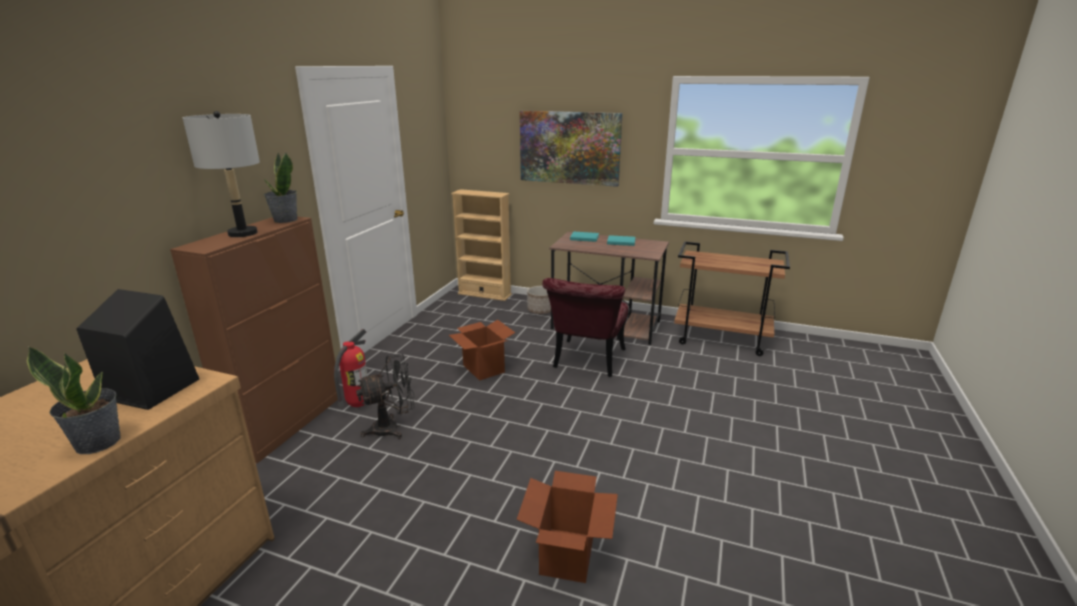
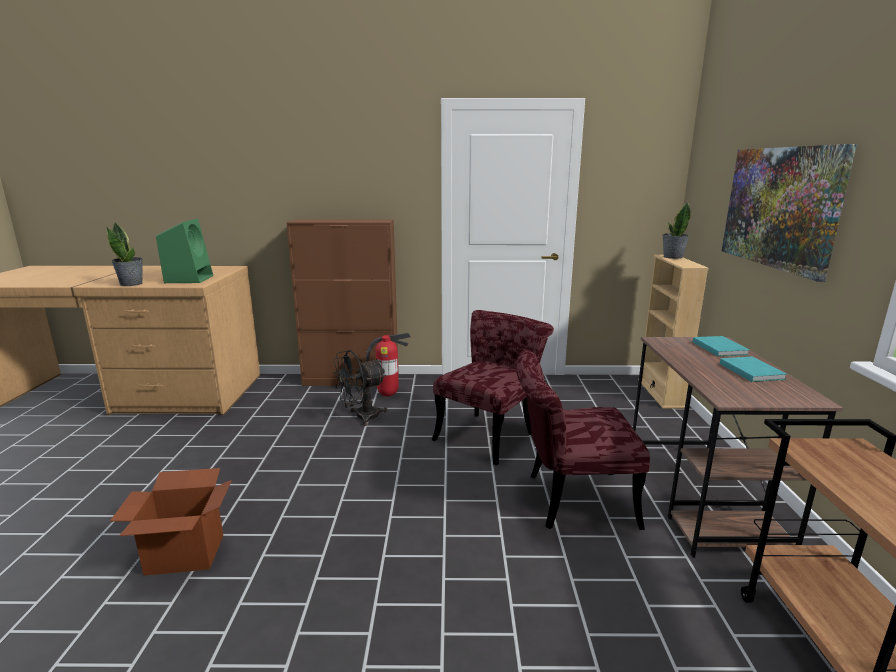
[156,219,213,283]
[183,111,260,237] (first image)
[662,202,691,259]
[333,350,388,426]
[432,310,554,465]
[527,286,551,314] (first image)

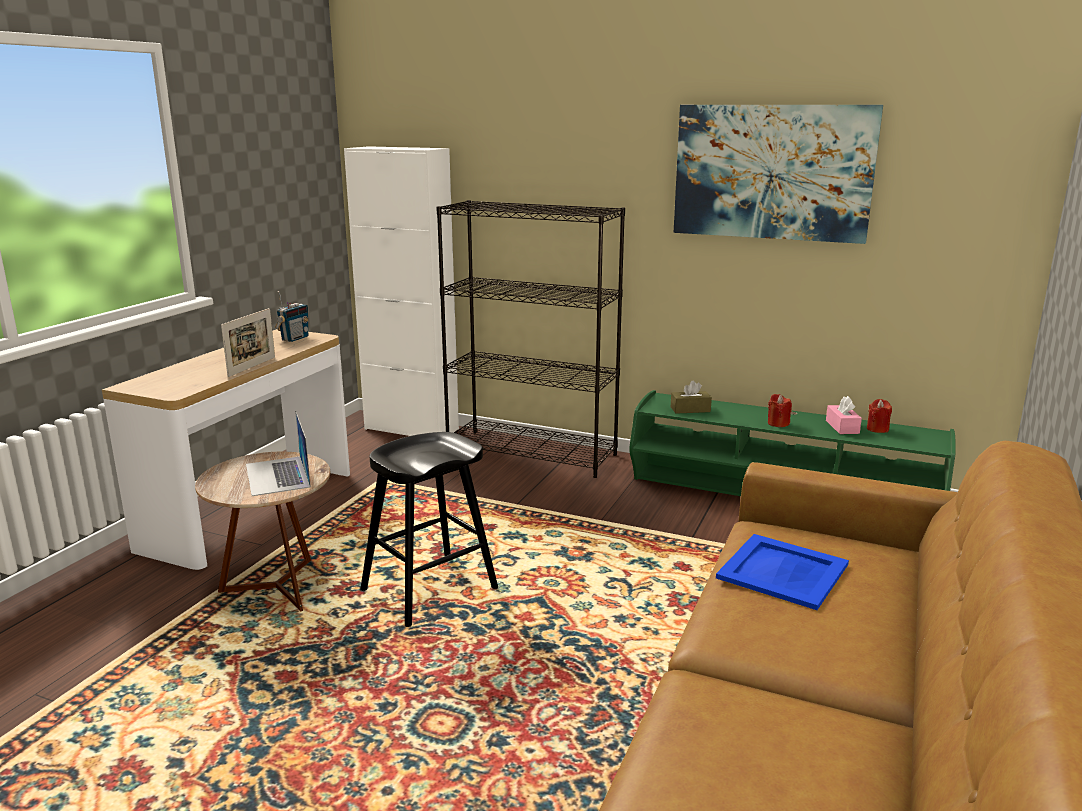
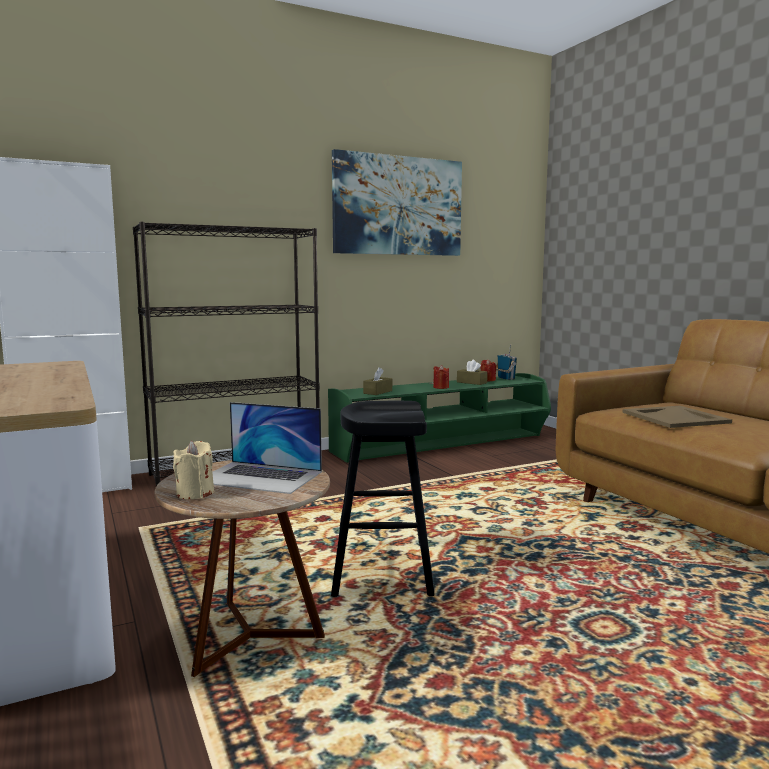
[221,308,275,377] (first image)
[496,344,517,380]
[622,406,732,428]
[457,360,488,385]
[173,441,214,499]

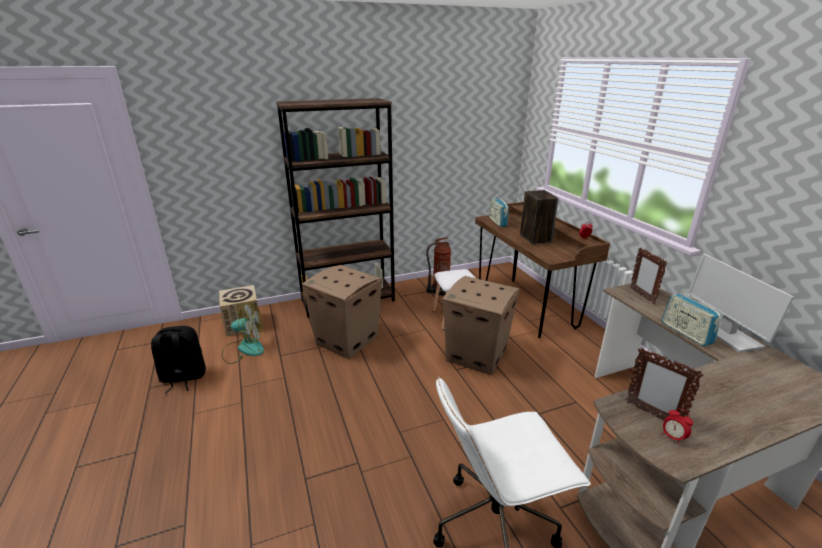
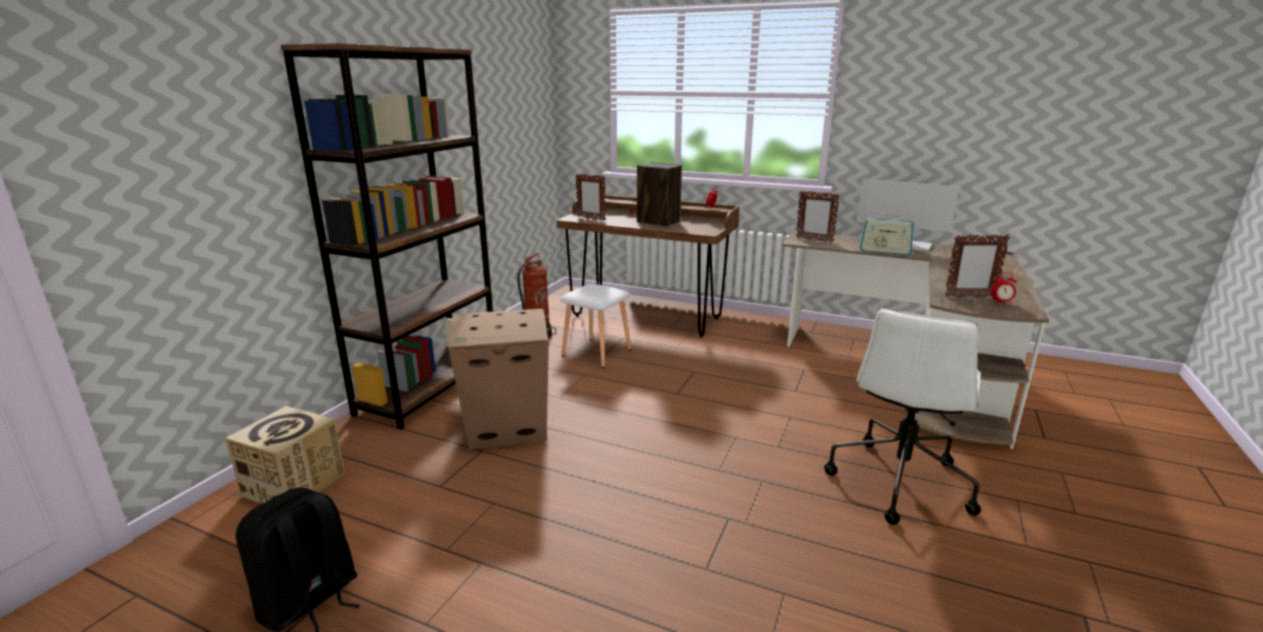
[222,302,264,364] (first image)
[442,276,520,375] (first image)
[575,173,606,221]

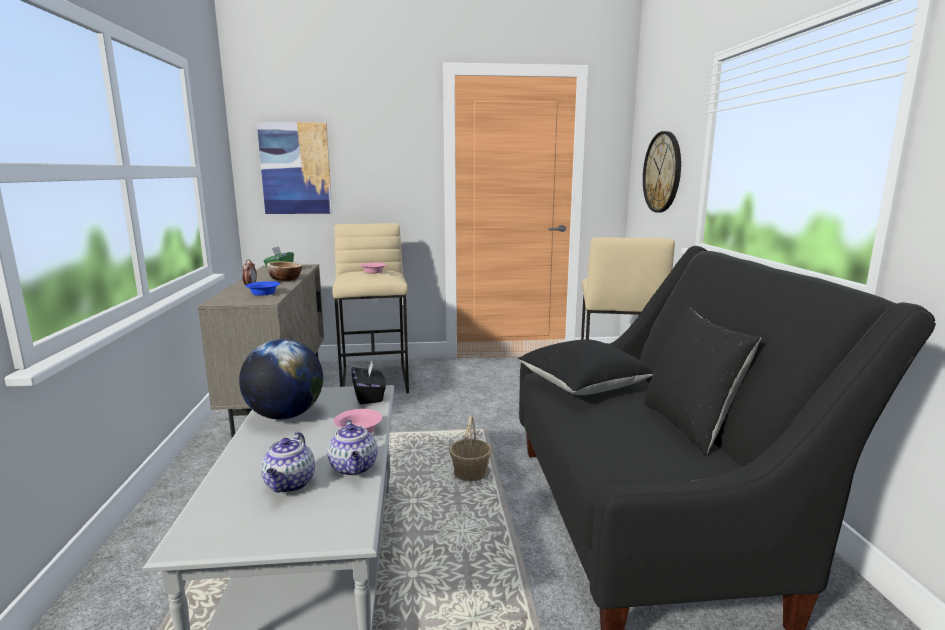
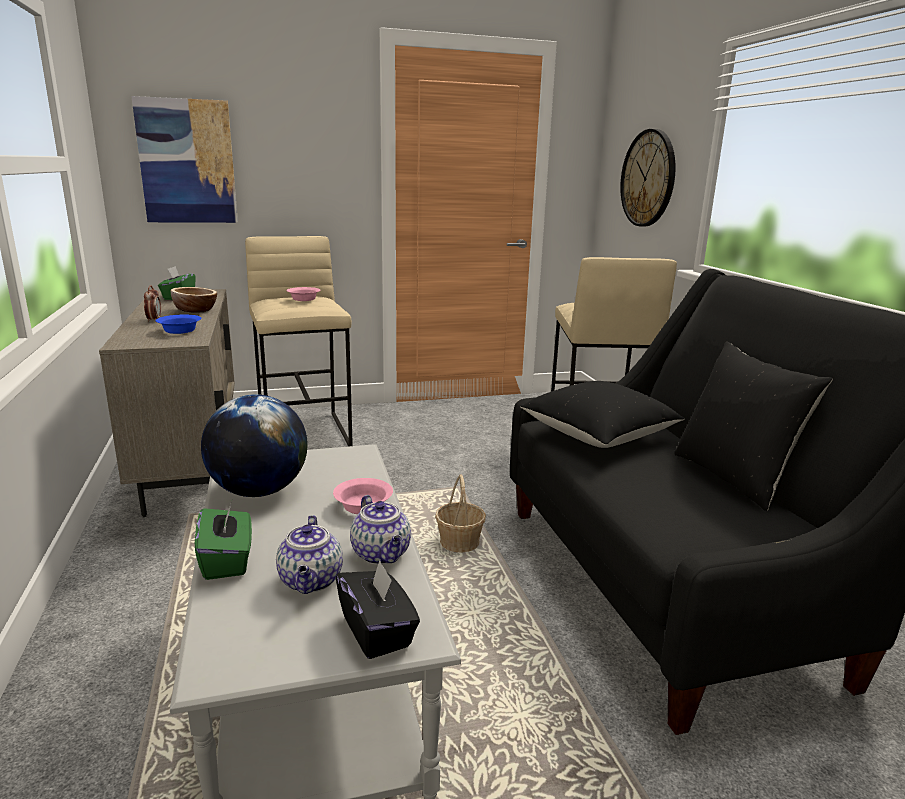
[336,560,420,659]
[195,501,252,580]

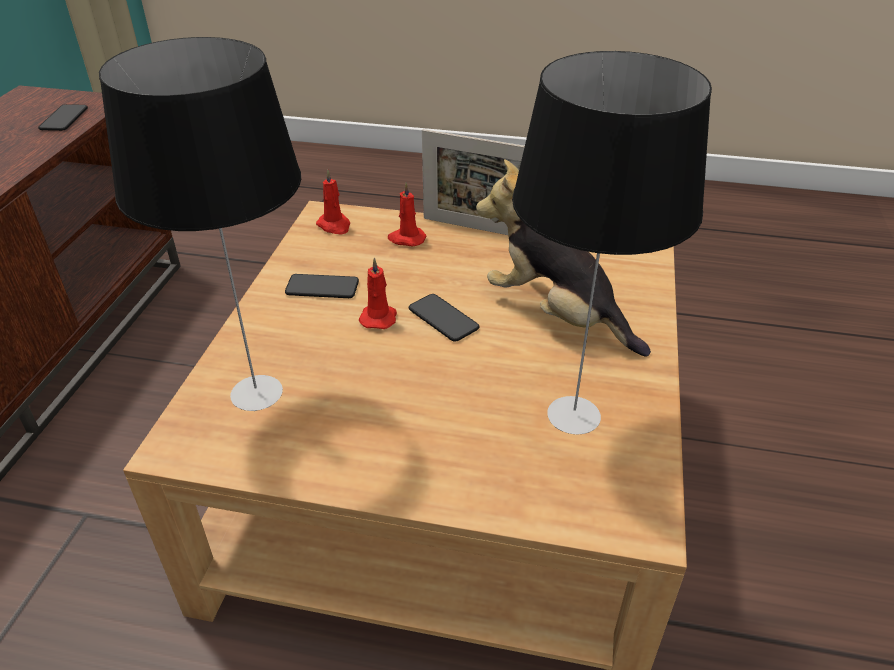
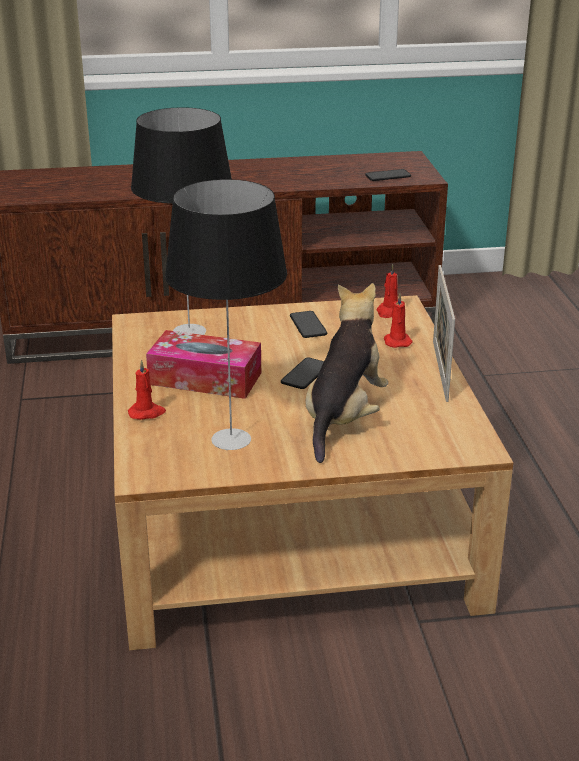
[128,360,166,420]
[146,330,261,399]

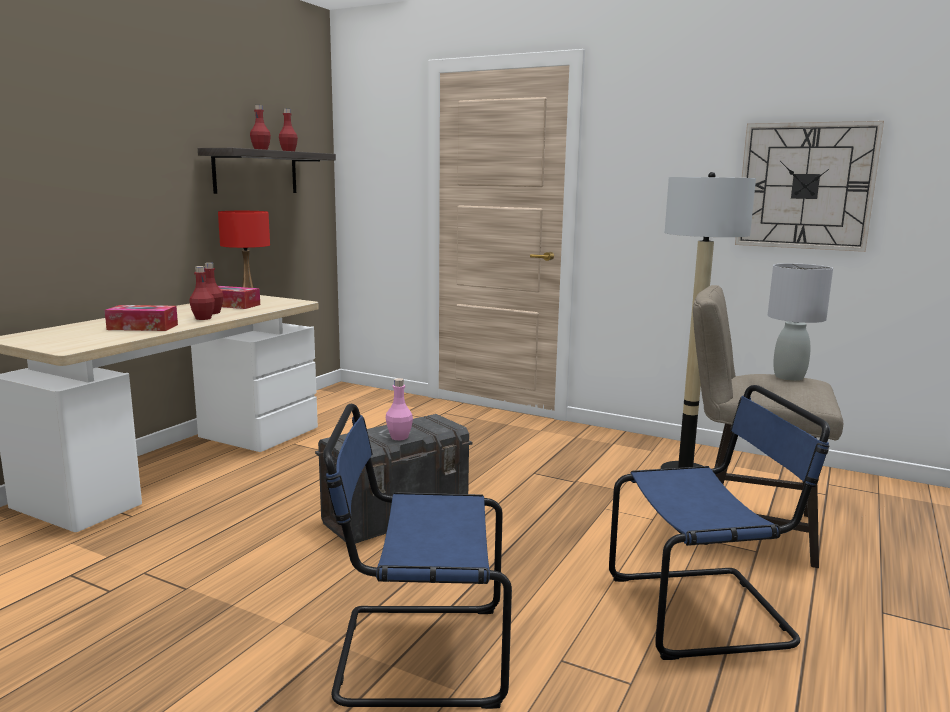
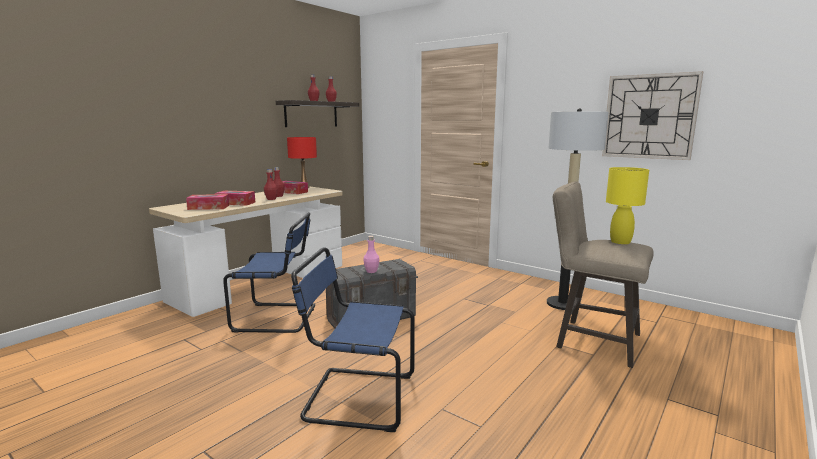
[223,212,315,333]
[606,167,649,244]
[186,194,229,210]

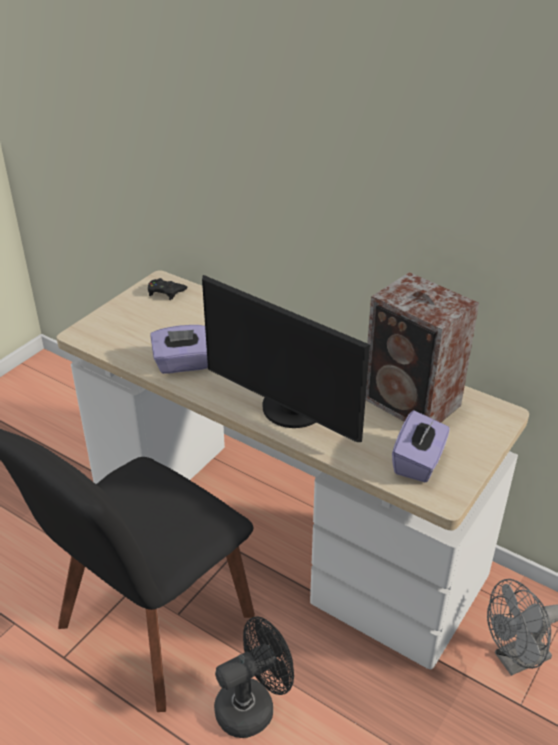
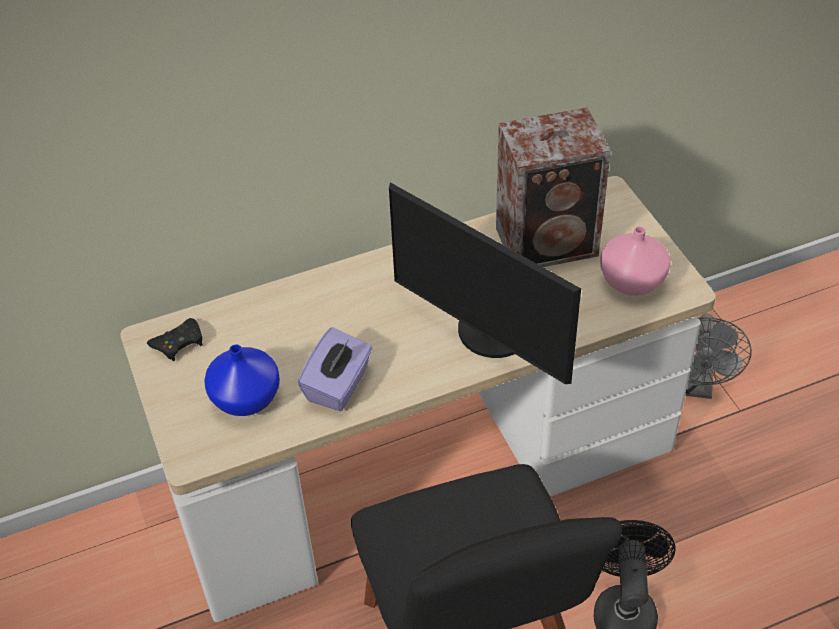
[389,182,581,384]
[600,226,671,296]
[204,344,280,416]

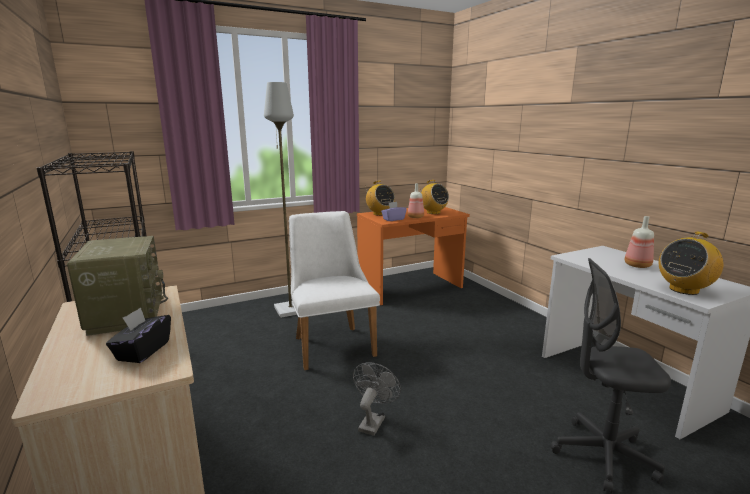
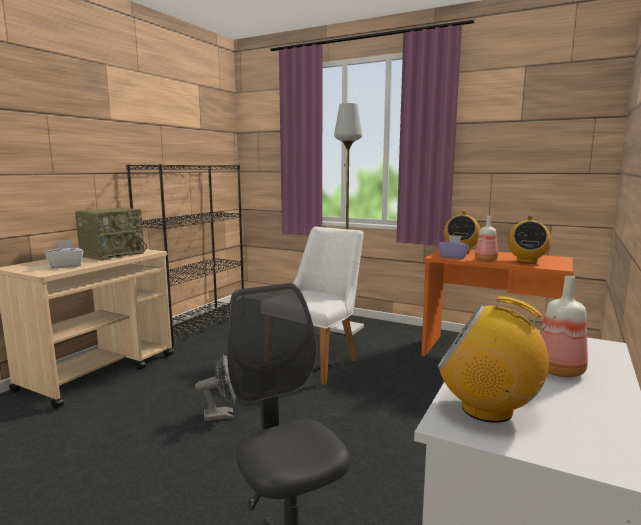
[45,240,84,268]

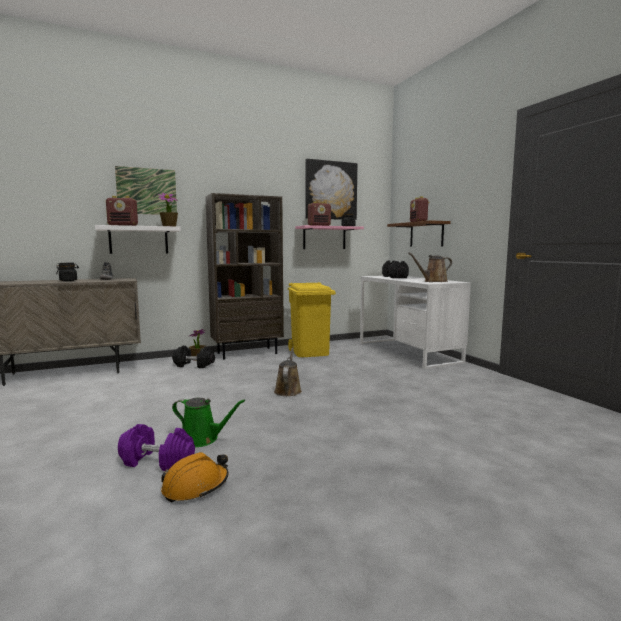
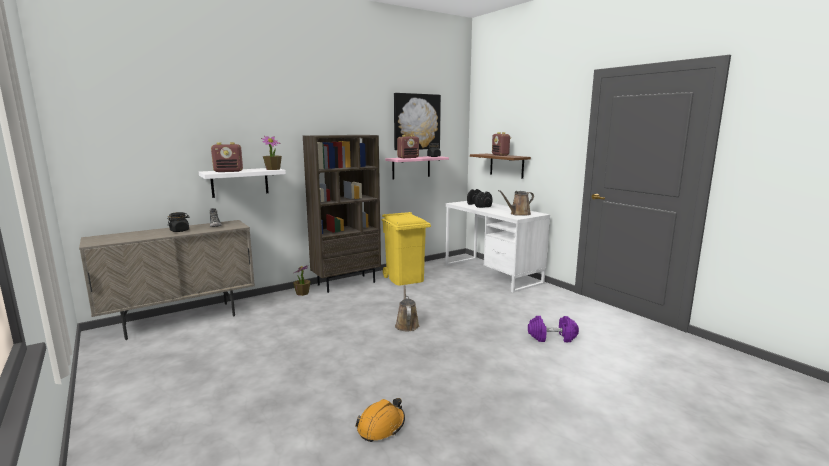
[115,166,177,215] (first image)
[528,316,579,342]
[172,346,215,368] (first image)
[172,398,245,447] (first image)

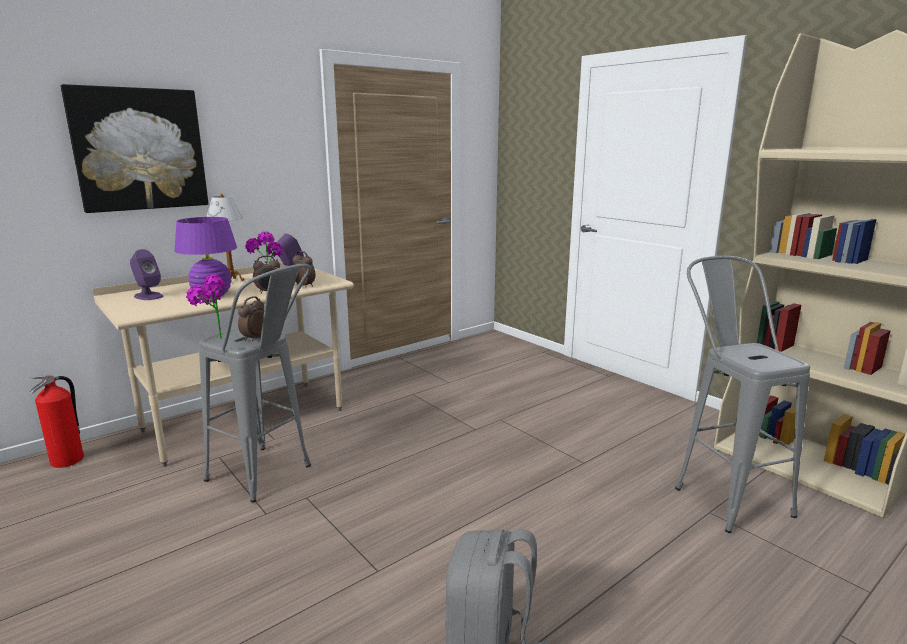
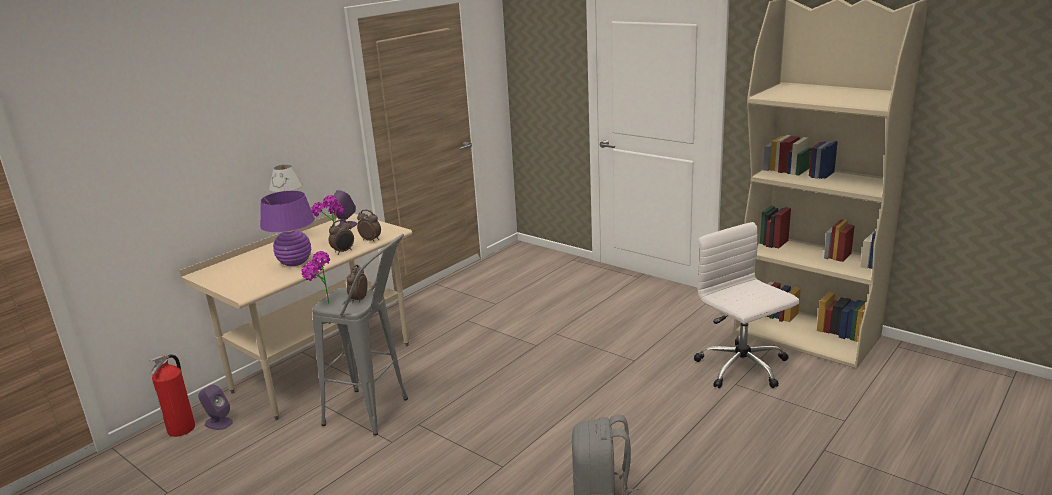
[60,84,208,213] (first image)
[198,385,233,430]
[694,222,799,388]

